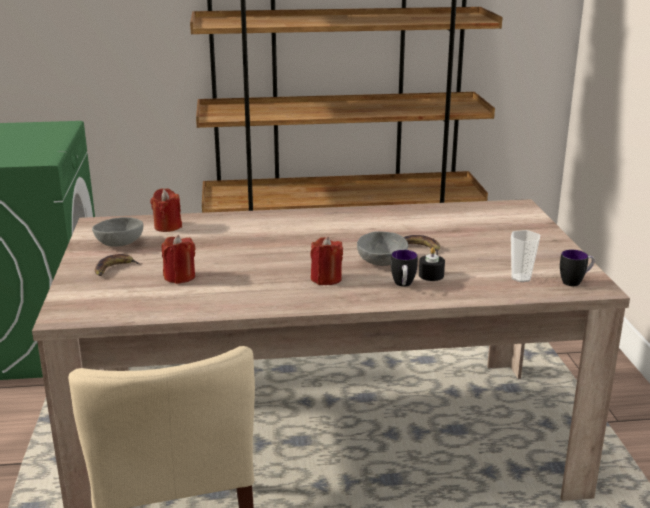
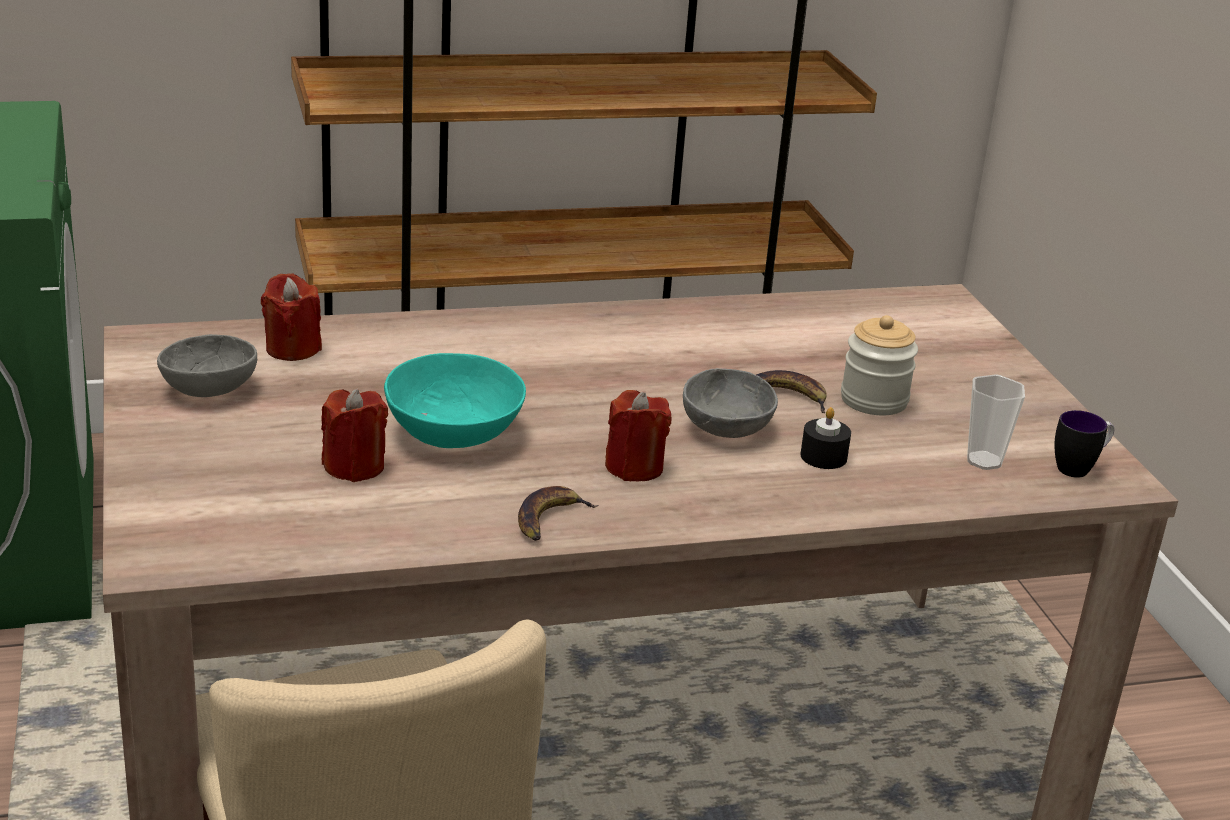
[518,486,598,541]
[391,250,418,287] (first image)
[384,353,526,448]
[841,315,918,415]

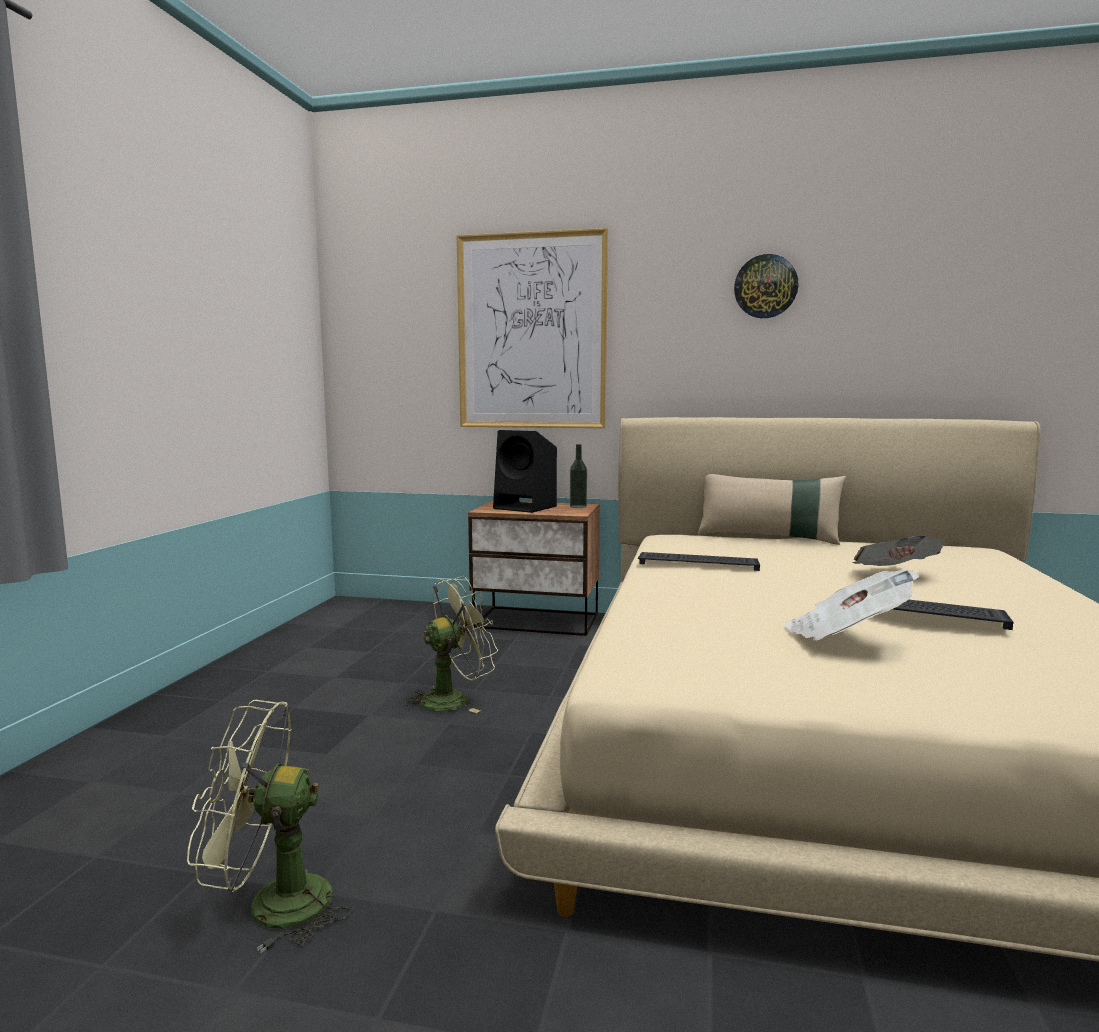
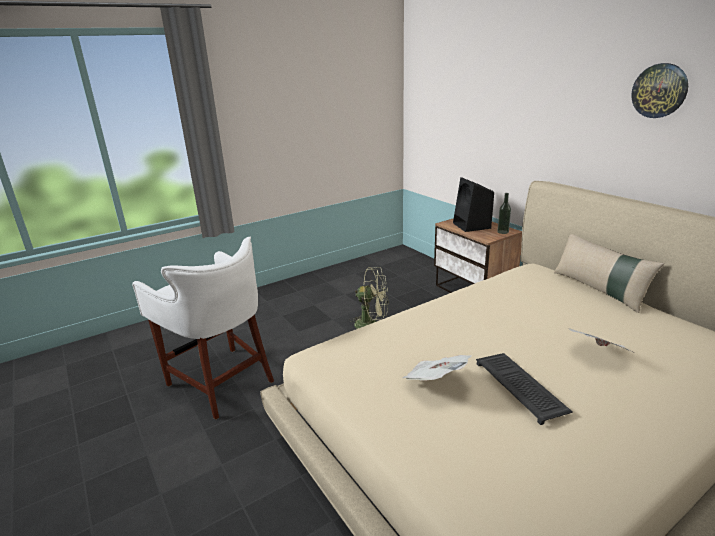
[132,237,274,420]
[457,228,608,428] (first image)
[638,552,760,571] (first image)

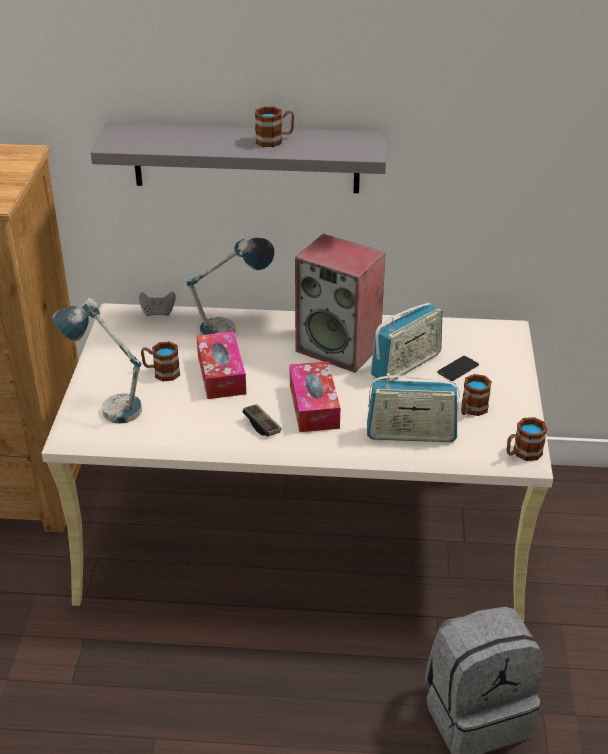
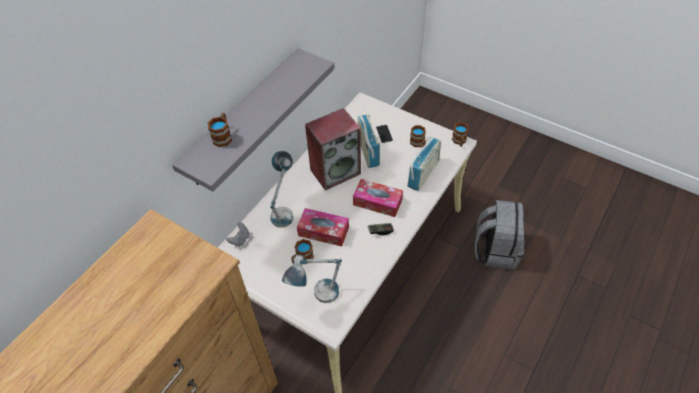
[208,113,232,147]

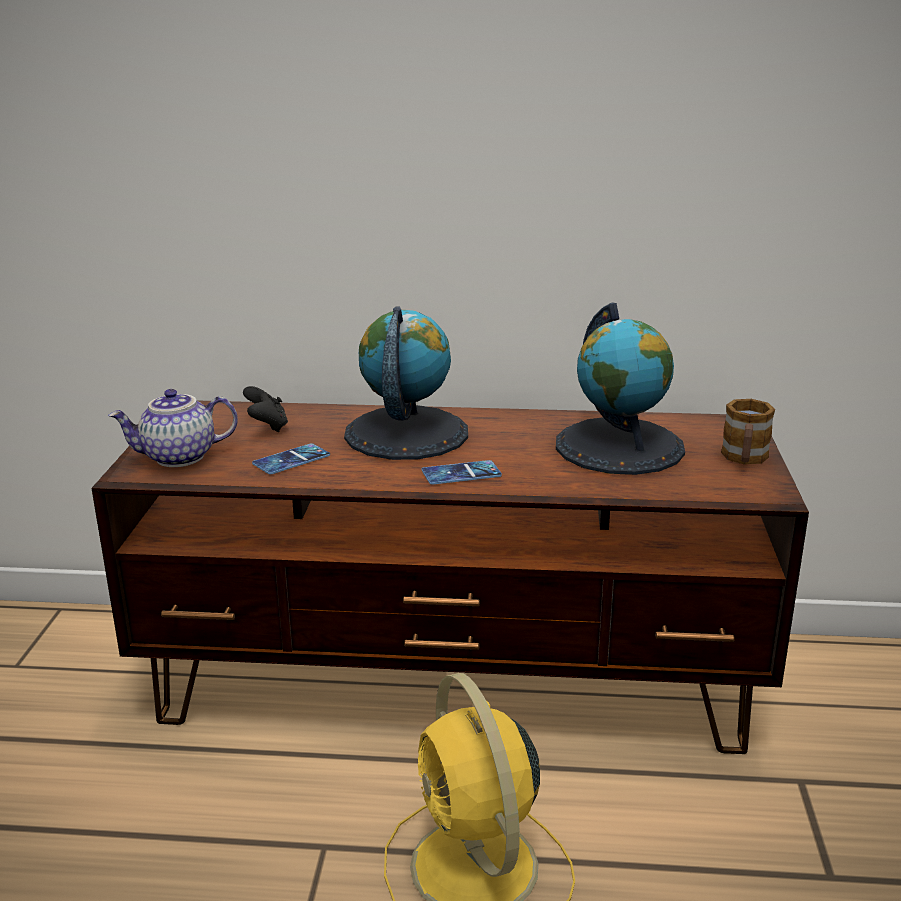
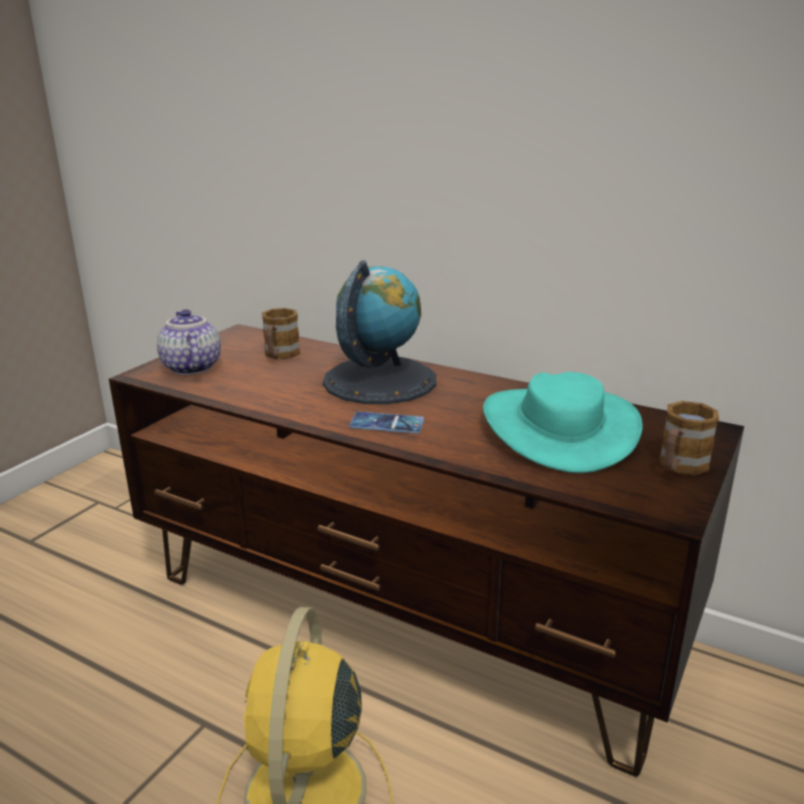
[157,309,221,375]
[262,308,300,359]
[252,443,330,474] (first image)
[483,372,643,473]

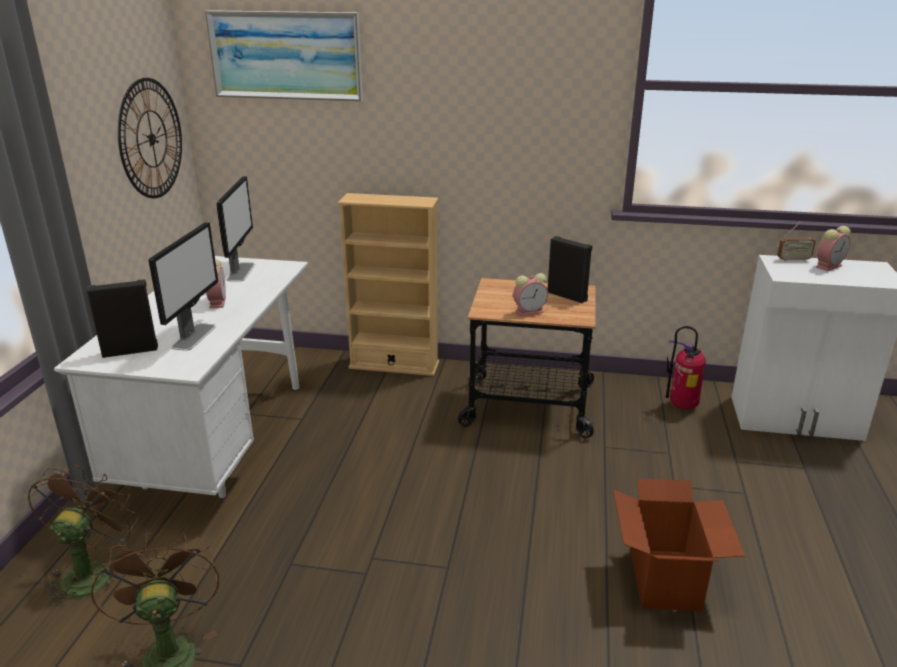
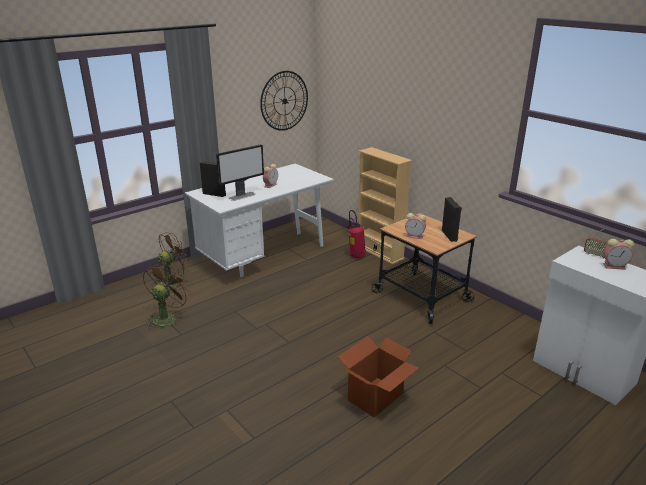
[205,10,363,101] (first image)
[216,176,255,282] (first image)
[347,210,366,258]

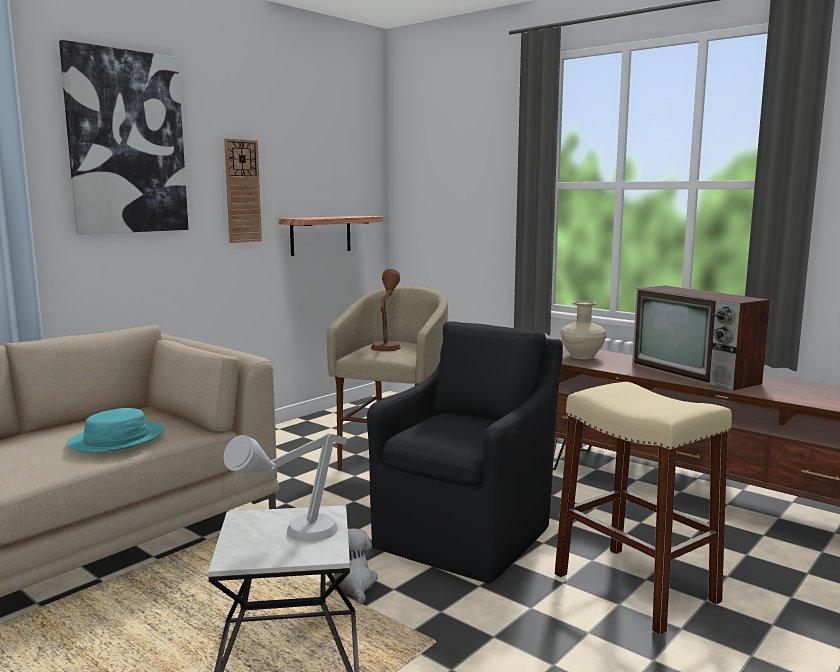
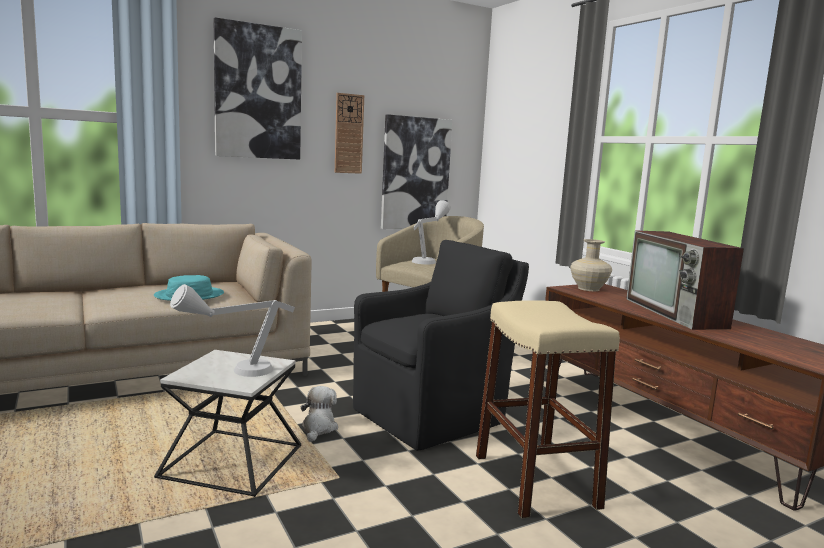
[381,114,452,229]
[412,200,451,264]

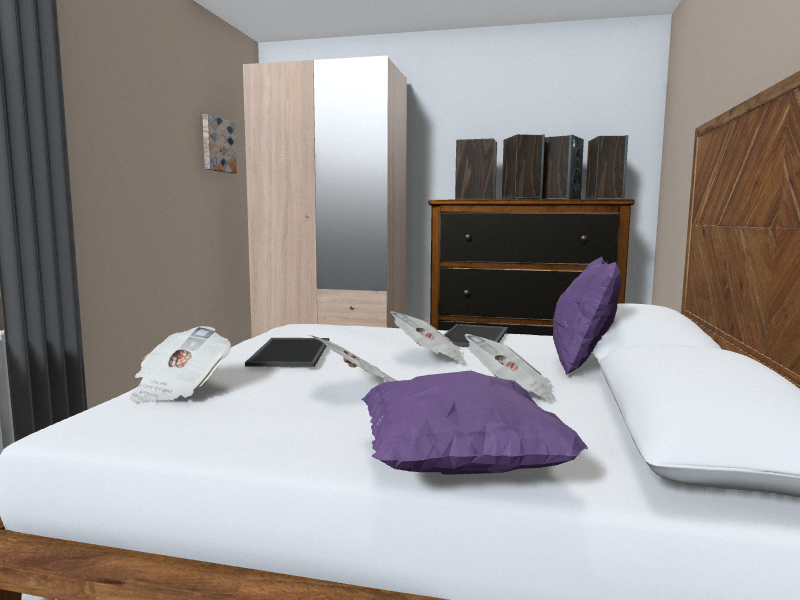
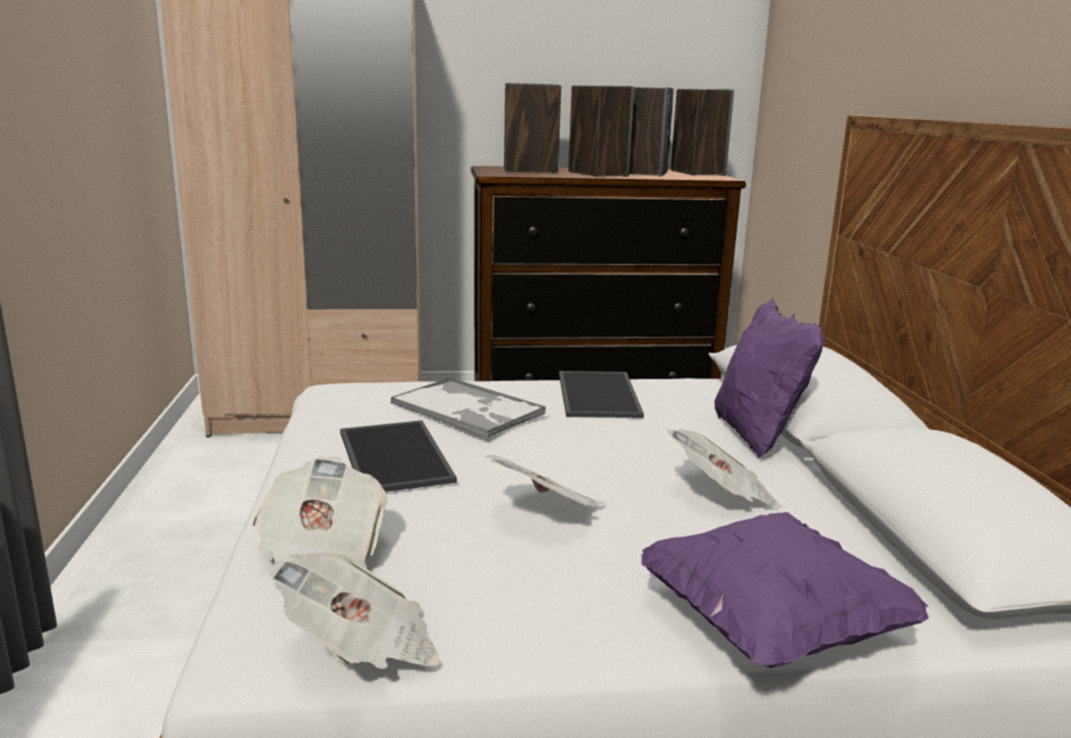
[203,114,237,174] (first image)
[270,553,441,669]
[391,377,546,438]

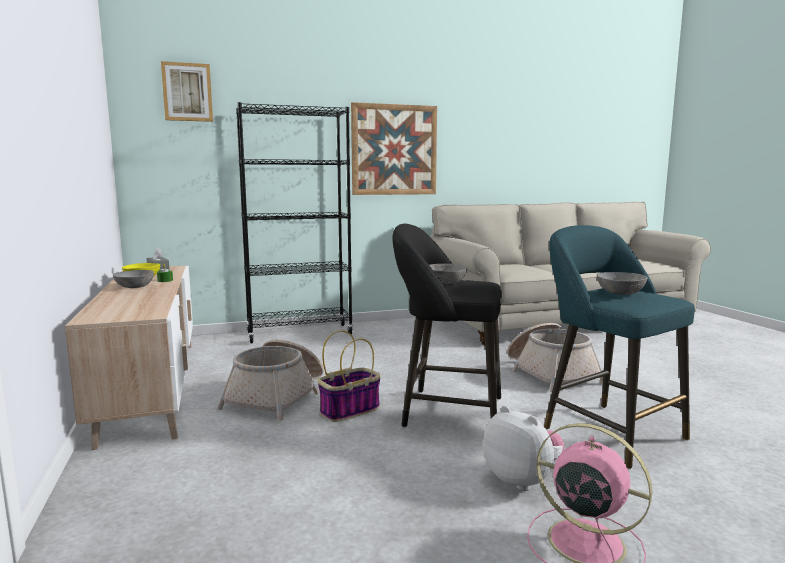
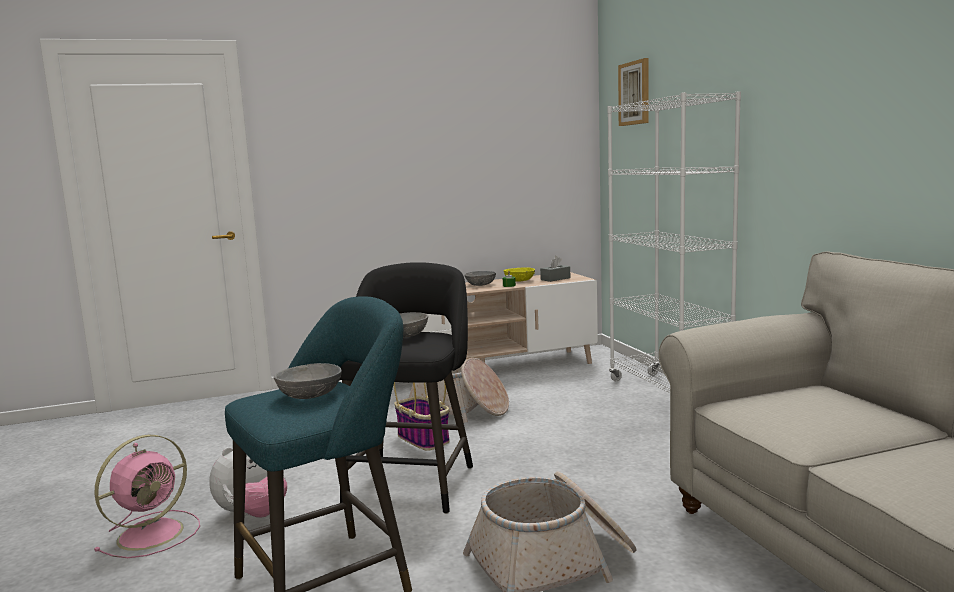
[607,91,741,393]
[351,102,437,195] (first image)

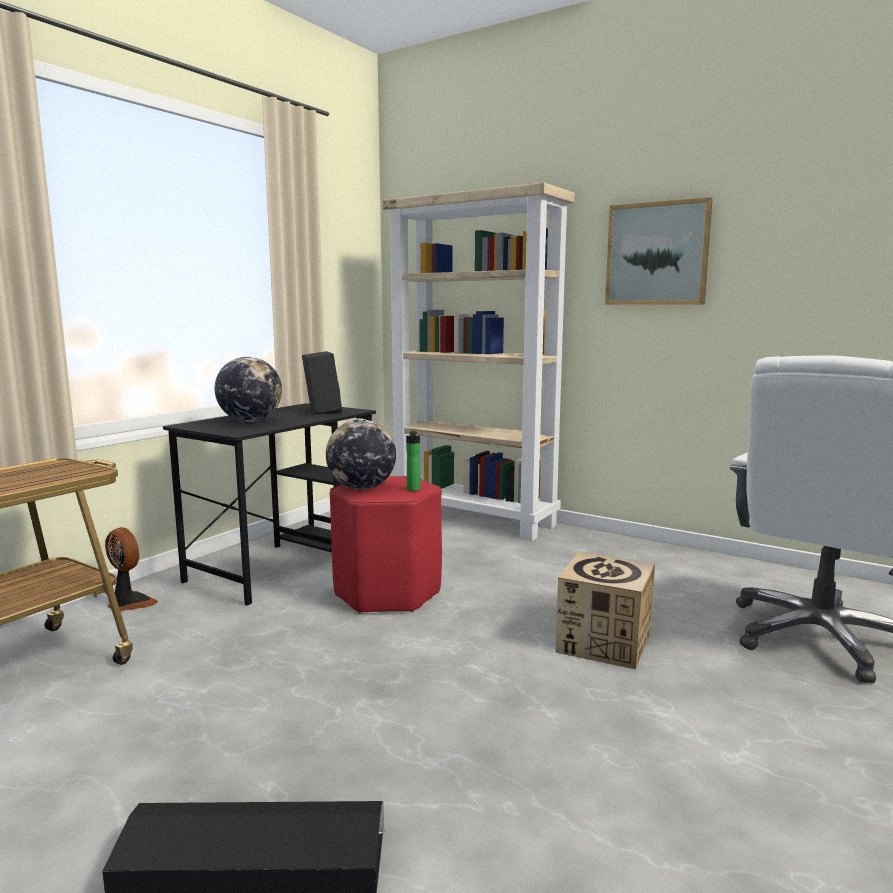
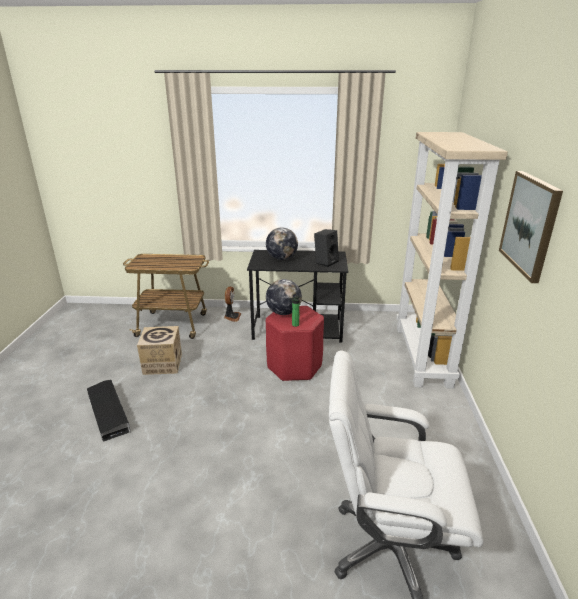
[137,326,182,375]

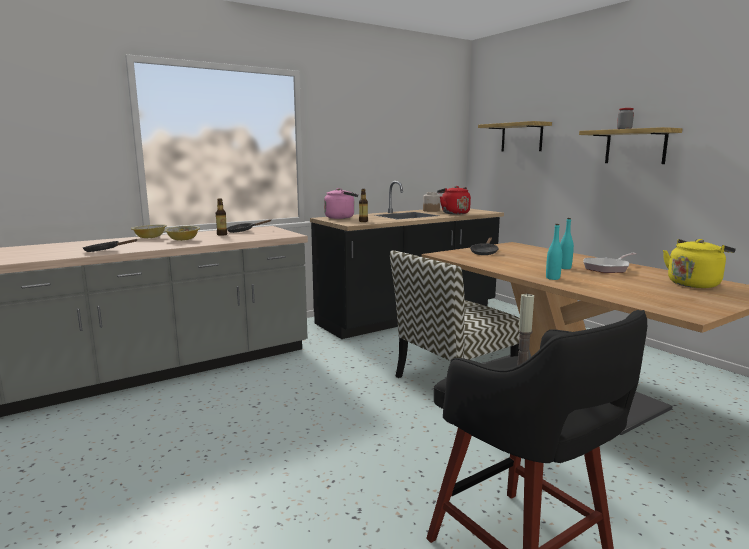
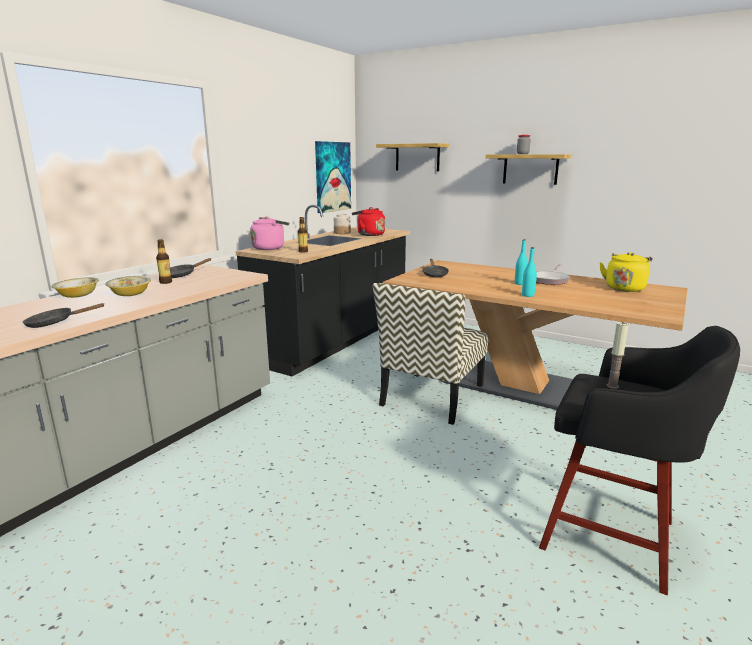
[315,141,351,213]

